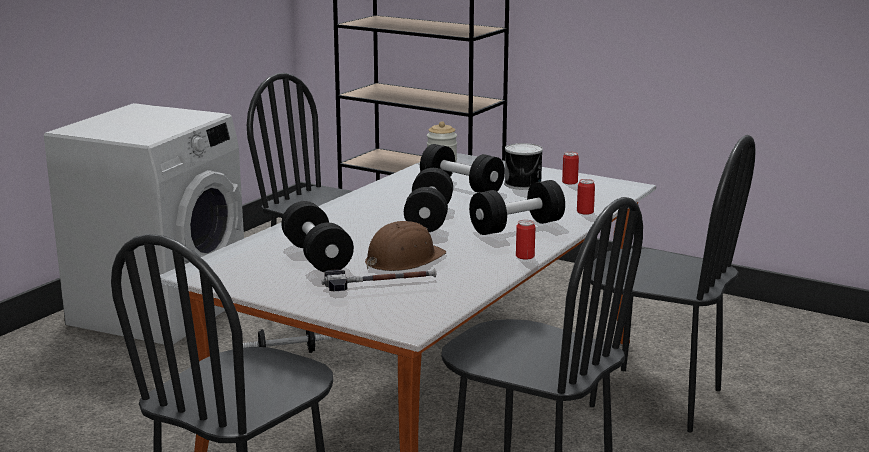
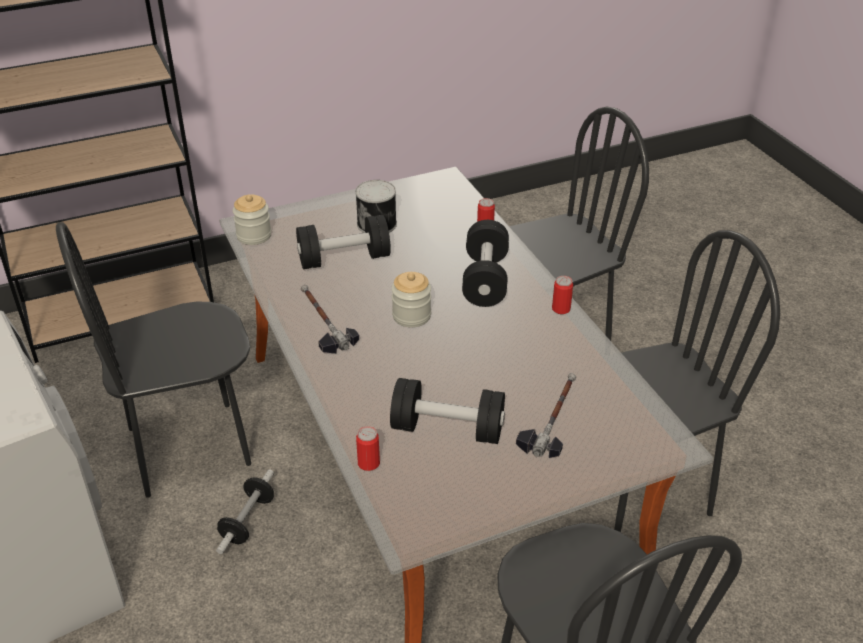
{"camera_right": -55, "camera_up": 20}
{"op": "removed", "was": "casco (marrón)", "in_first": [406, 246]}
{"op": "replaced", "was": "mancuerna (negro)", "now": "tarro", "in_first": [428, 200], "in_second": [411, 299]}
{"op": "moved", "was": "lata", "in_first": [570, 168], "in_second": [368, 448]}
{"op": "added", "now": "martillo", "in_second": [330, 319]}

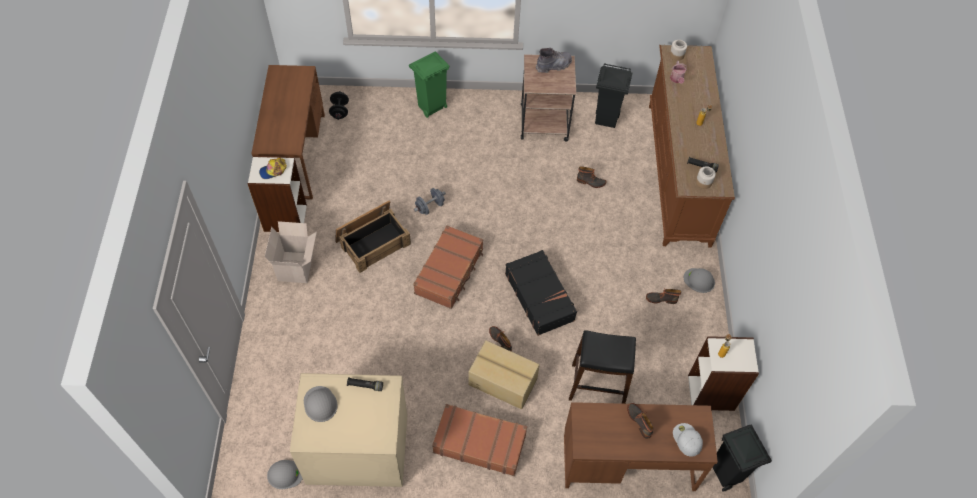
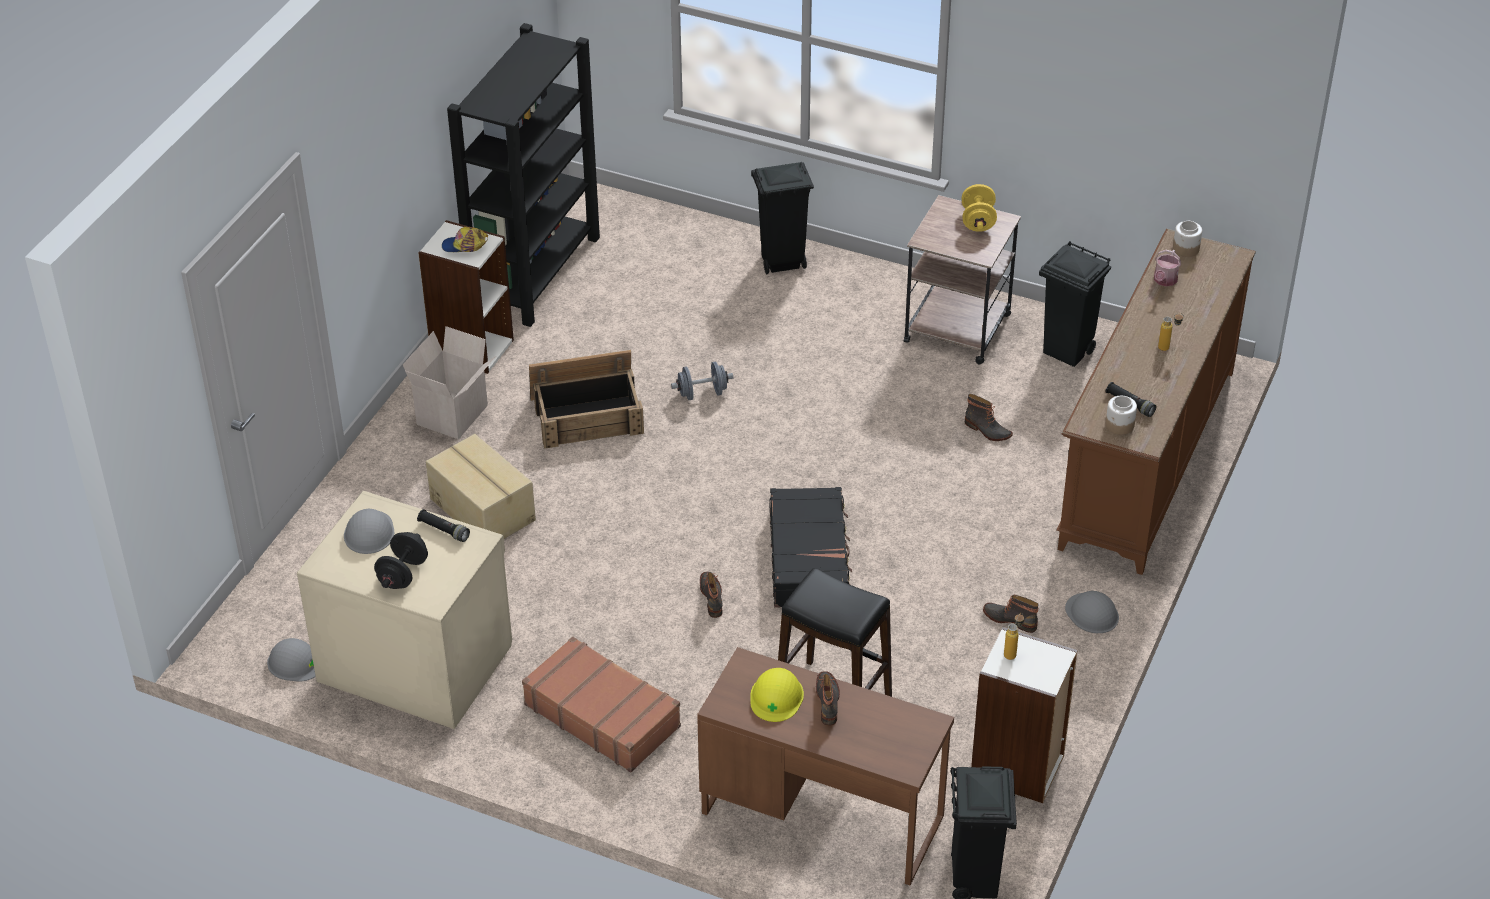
{"camera_right": 25, "camera_up": -15}
{"op": "replaced", "was": "escritorio (marrón)", "now": "estantería (negro)", "in_first": [288, 132], "in_second": [523, 175]}
{"op": "moved", "was": "mancuerna (negro)", "in_first": [339, 105], "in_second": [401, 560]}
{"op": "recoloured", "was": "papelera (verde)", "now": "papelera (negro)", "in_first": [429, 84], "in_second": [782, 218]}
{"op": "removed", "was": "maleta (marrón)", "in_first": [448, 267]}
{"op": "moved", "was": "caja de cartón", "in_first": [504, 374], "in_second": [481, 486]}
{"op": "replaced", "was": "bota (gris)", "now": "mancuerna (amarillo)", "in_first": [554, 60], "in_second": [979, 208]}
{"op": "removed", "was": "gorra (blanco)", "in_first": [688, 440]}
{"op": "added", "now": "casco (amarillo)", "in_second": [777, 695]}

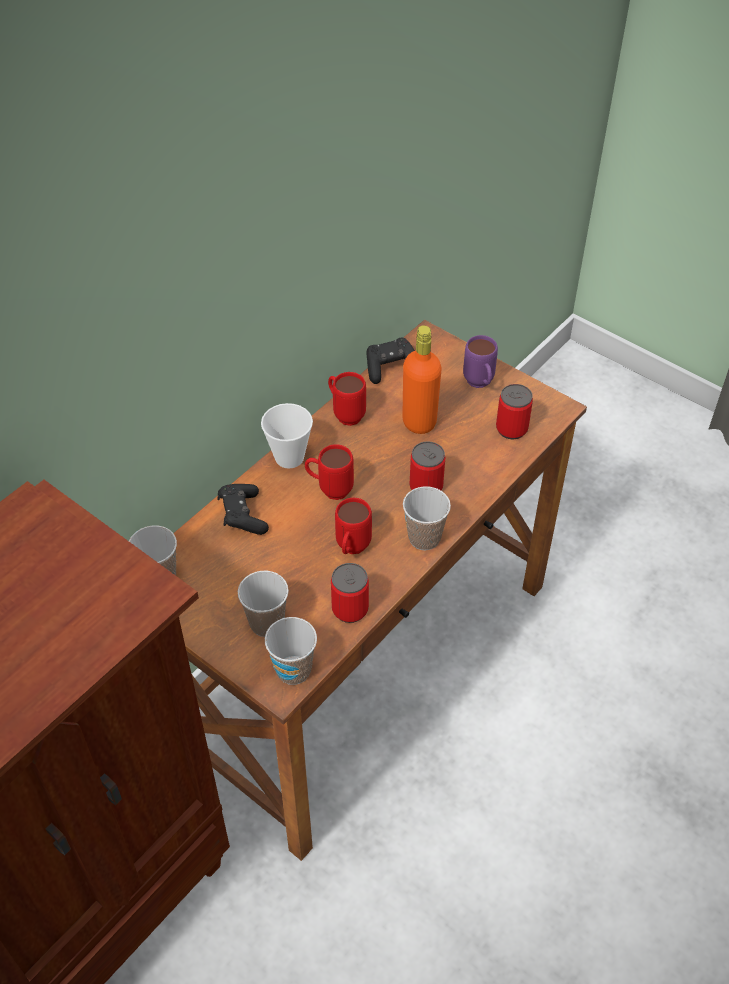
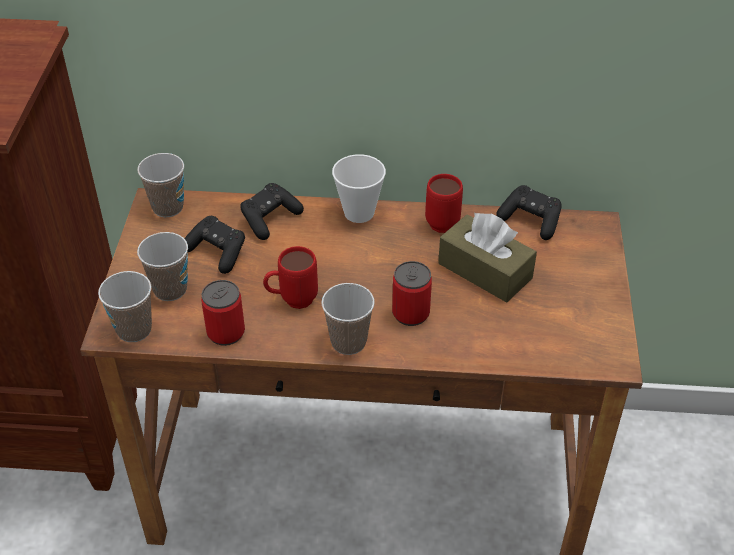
{"camera_right": 55, "camera_up": -5}
{"op": "removed", "was": "taza grande (rojo)", "in_first": [329, 472]}
{"op": "replaced", "was": "botella (naranja)", "now": "caja de pañuelos (marrón)", "in_first": [421, 379], "in_second": [487, 257]}
{"op": "removed", "was": "taza grande (morado)", "in_first": [480, 361]}
{"op": "removed", "was": "lata", "in_first": [514, 411]}
{"op": "added", "now": "mando de consola (negro)", "in_second": [214, 245]}

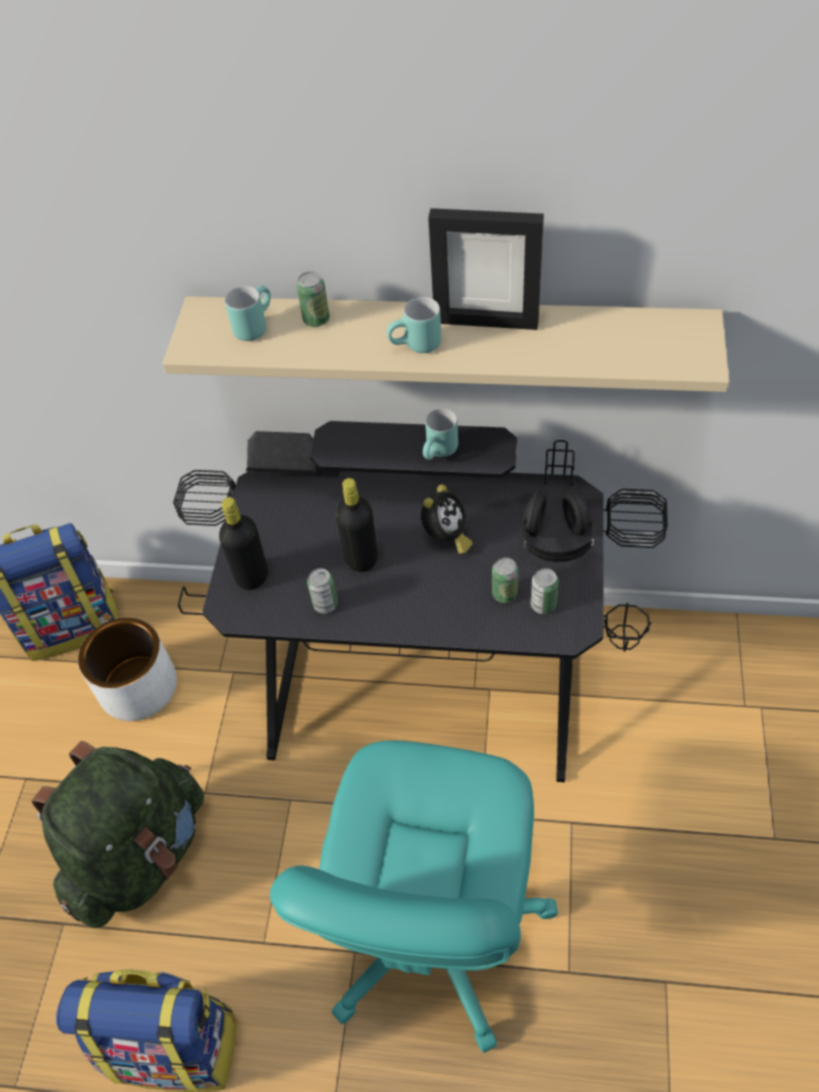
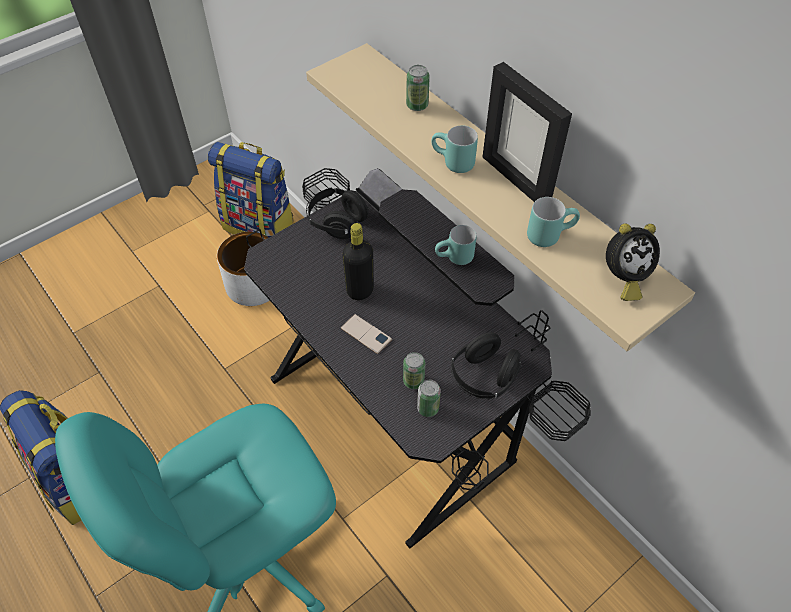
{"camera_right": 40, "camera_up": 0}
{"op": "removed", "was": "mochila (verde)", "in_first": [117, 834]}
{"op": "removed", "was": "botella (negro)", "in_first": [243, 543]}
{"op": "moved", "was": "taza grande (turquesa)", "in_first": [248, 313], "in_second": [553, 222]}
{"op": "removed", "was": "lata", "in_first": [322, 591]}
{"op": "moved", "was": "despertador", "in_first": [447, 519], "in_second": [633, 262]}
{"op": "added", "now": "auriculares (negro)", "in_second": [338, 213]}
{"op": "added", "now": "móvil", "in_second": [366, 334]}

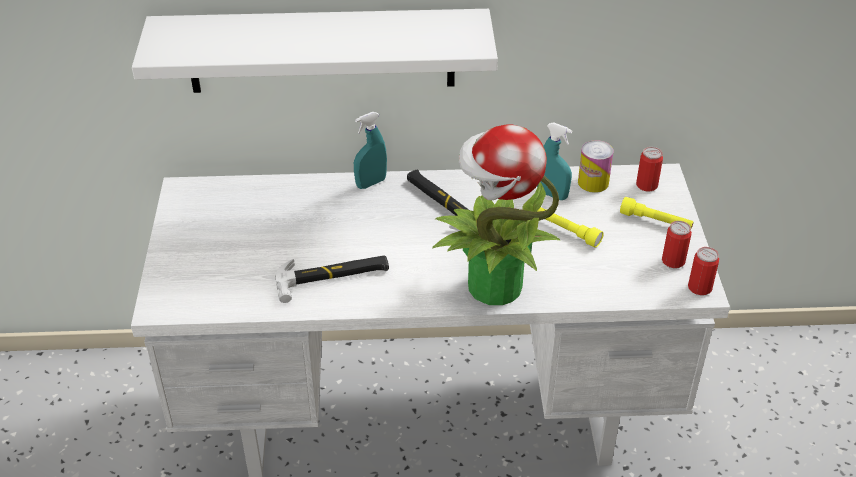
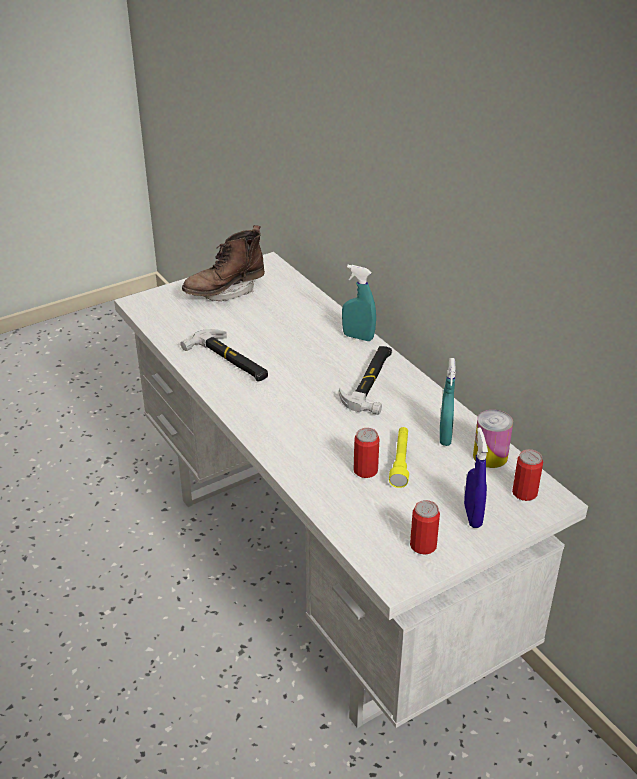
{"camera_right": 60, "camera_up": -5}
{"op": "removed", "was": "estante (blanco)", "in_first": [315, 51]}
{"op": "removed", "was": "planta en maceta", "in_first": [496, 214]}
{"op": "replaced", "was": "linterna (amarillo)", "now": "pulverizador (azul)", "in_first": [657, 213], "in_second": [476, 478]}
{"op": "moved", "was": "lata", "in_first": [703, 271], "in_second": [366, 453]}
{"op": "added", "now": "bota (marrón)", "in_second": [223, 263]}

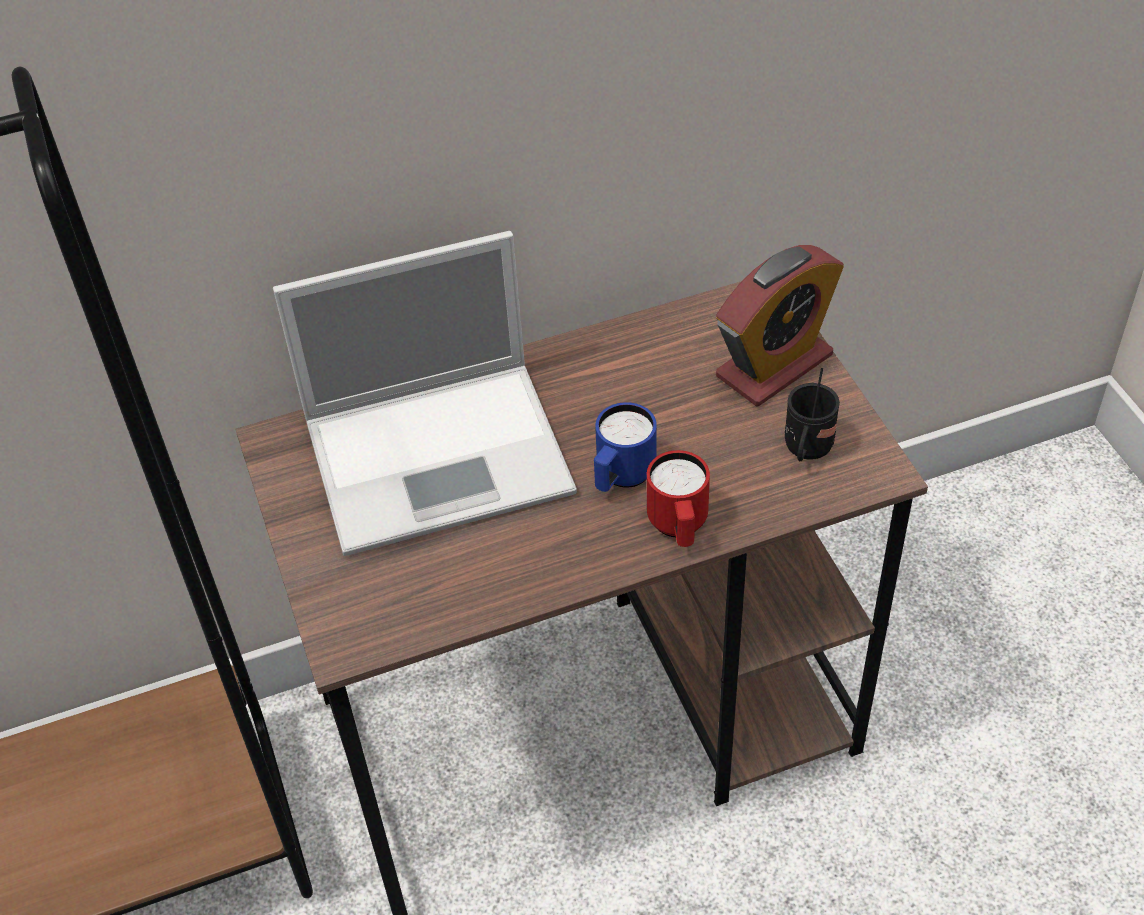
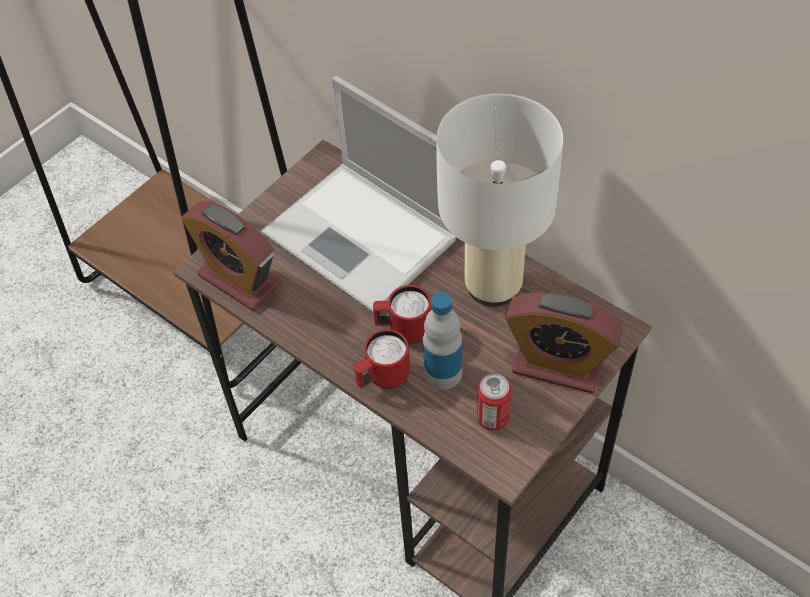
{"camera_right": 60, "camera_up": 5}
{"op": "recoloured", "was": "taza grande (azul)", "now": "taza grande (rojo)", "in_first": [625, 447], "in_second": [402, 314]}
{"op": "replaced", "was": "taza grande (negro)", "now": "lata", "in_first": [812, 414], "in_second": [494, 402]}
{"op": "added", "now": "despertador", "in_second": [231, 256]}
{"op": "added", "now": "botella", "in_second": [442, 341]}
{"op": "added", "now": "lámpara de mesa (blanco)", "in_second": [499, 200]}

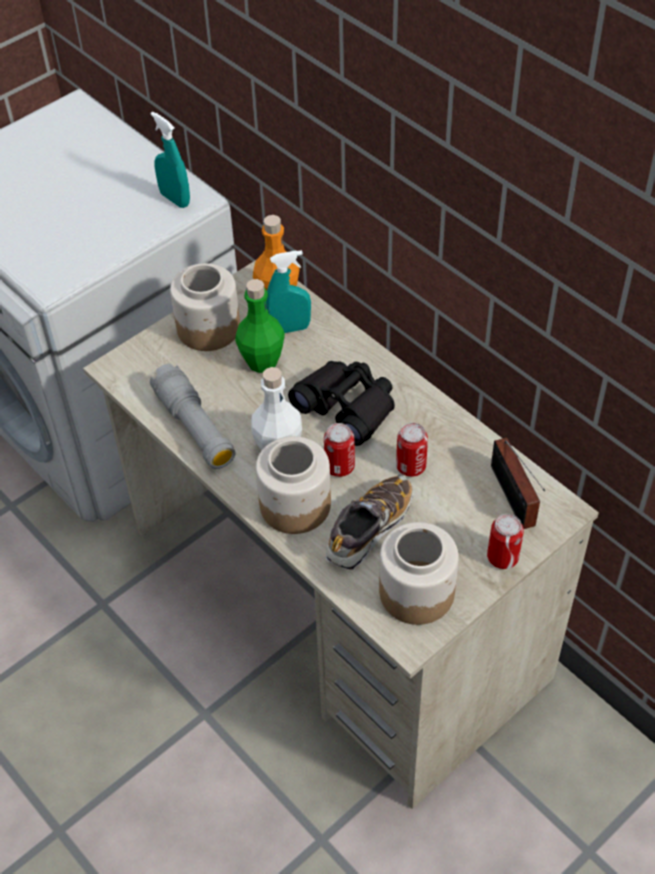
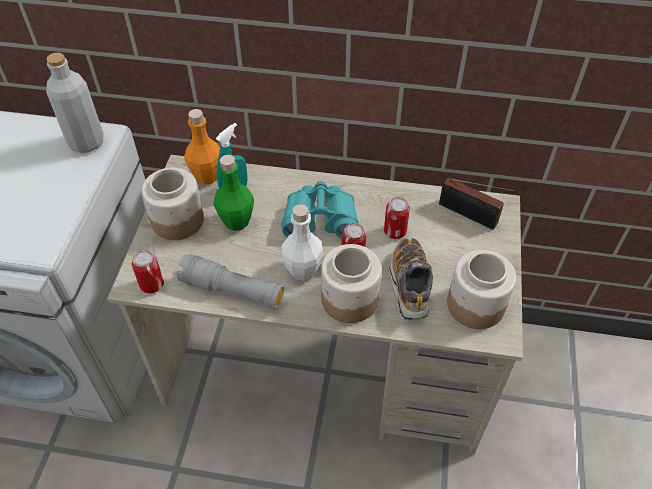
{"camera_right": -40, "camera_up": 0}
{"op": "replaced", "was": "pulverizador (turquesa)", "now": "botella (gris)", "in_first": [170, 159], "in_second": [75, 103]}
{"op": "recoloured", "was": "prismáticos (negro)", "now": "prismáticos (turquesa)", "in_first": [341, 403], "in_second": [320, 210]}
{"op": "moved", "was": "lata", "in_first": [505, 541], "in_second": [148, 271]}

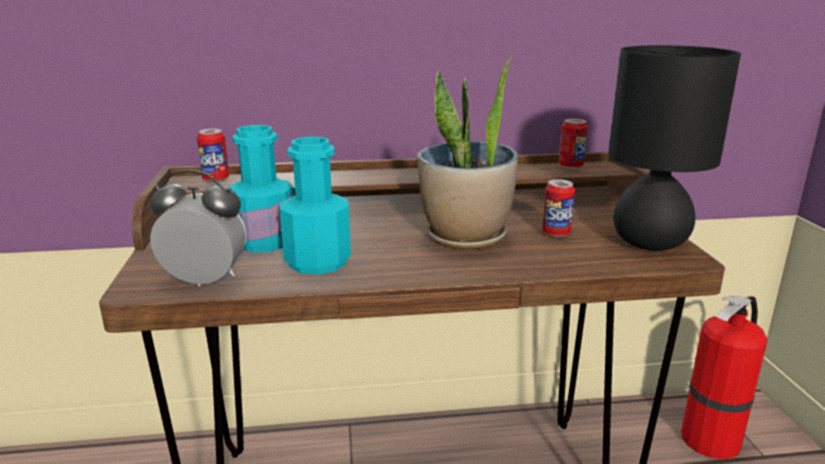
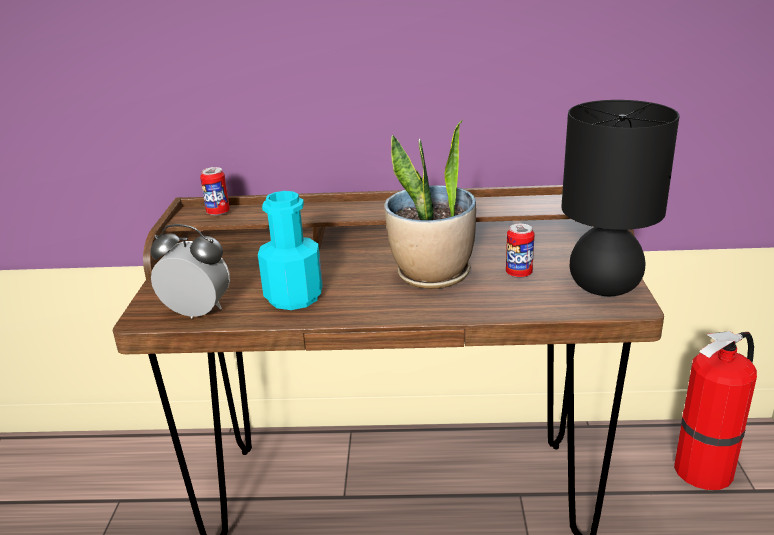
{"camera_right": 10, "camera_up": 5}
{"op": "removed", "was": "botella (turquesa)", "in_first": [261, 188]}
{"op": "removed", "was": "lata", "in_first": [573, 144]}

